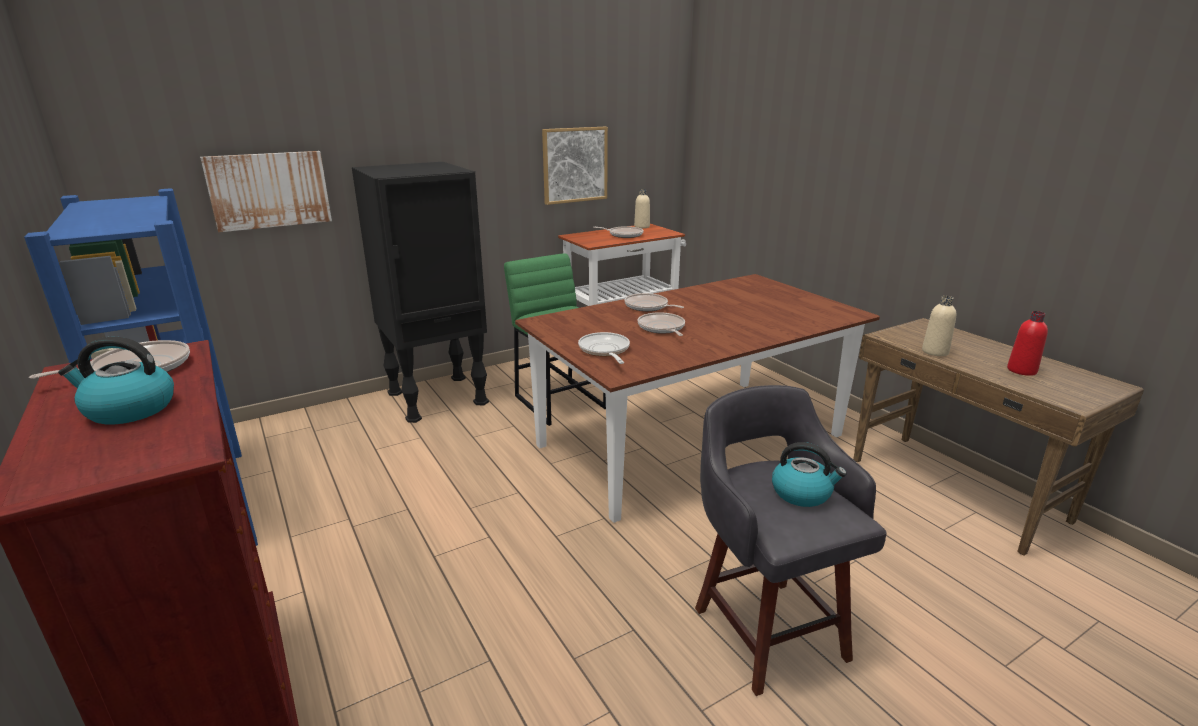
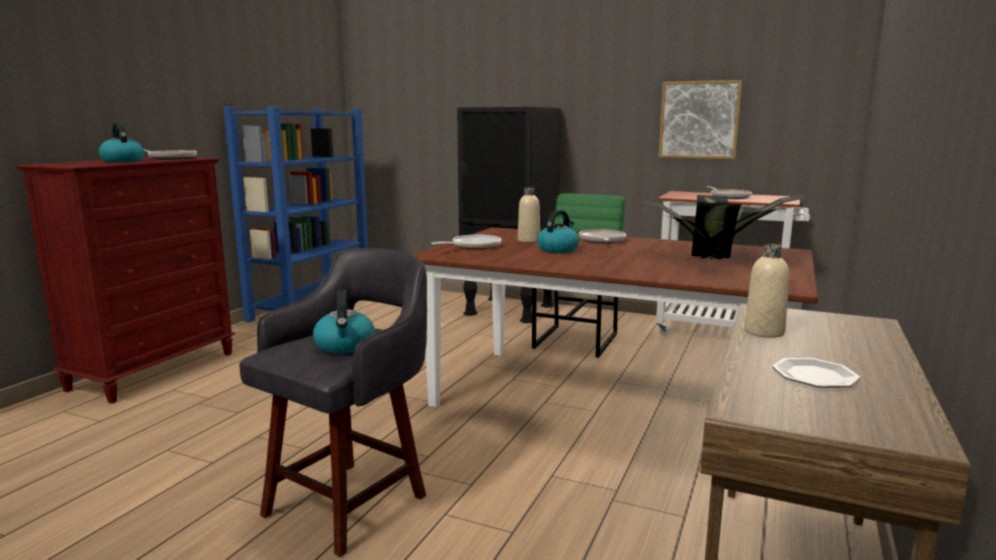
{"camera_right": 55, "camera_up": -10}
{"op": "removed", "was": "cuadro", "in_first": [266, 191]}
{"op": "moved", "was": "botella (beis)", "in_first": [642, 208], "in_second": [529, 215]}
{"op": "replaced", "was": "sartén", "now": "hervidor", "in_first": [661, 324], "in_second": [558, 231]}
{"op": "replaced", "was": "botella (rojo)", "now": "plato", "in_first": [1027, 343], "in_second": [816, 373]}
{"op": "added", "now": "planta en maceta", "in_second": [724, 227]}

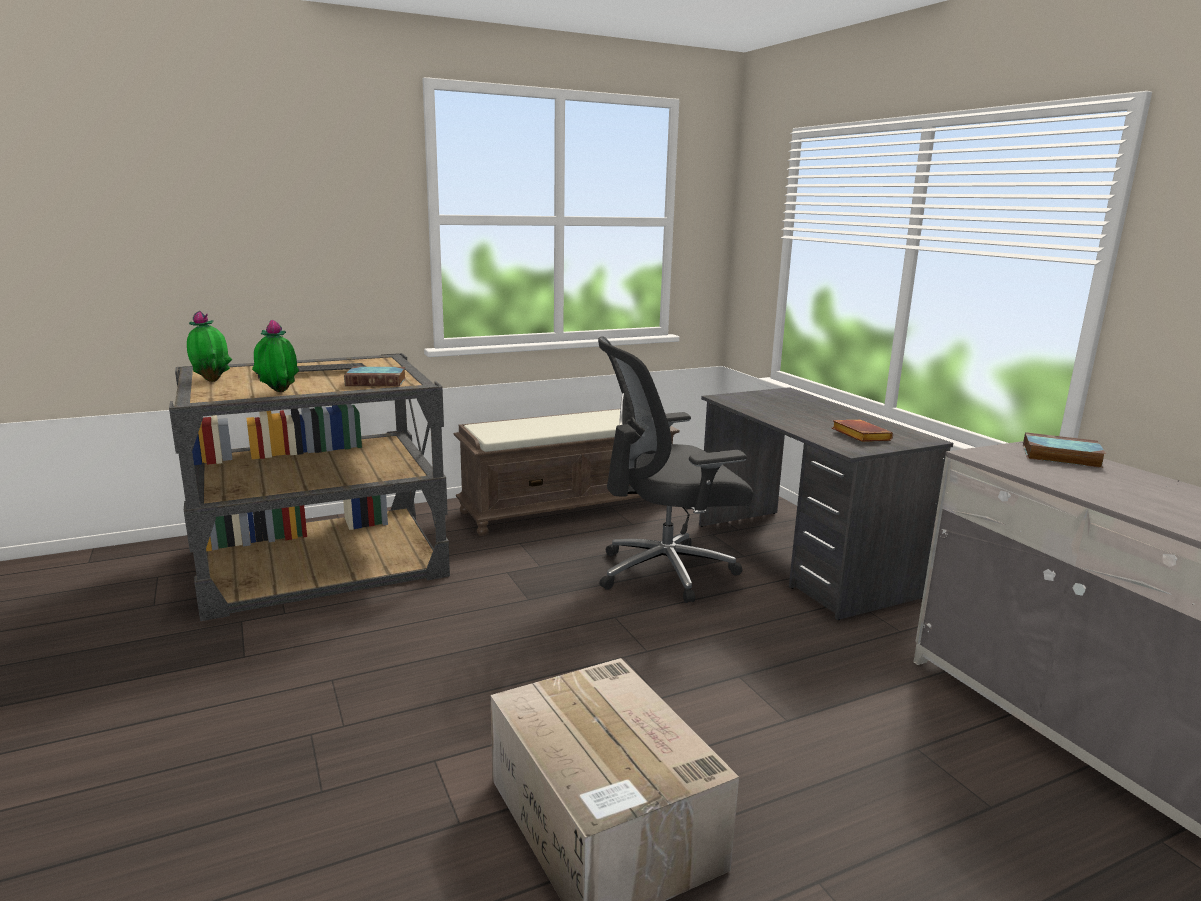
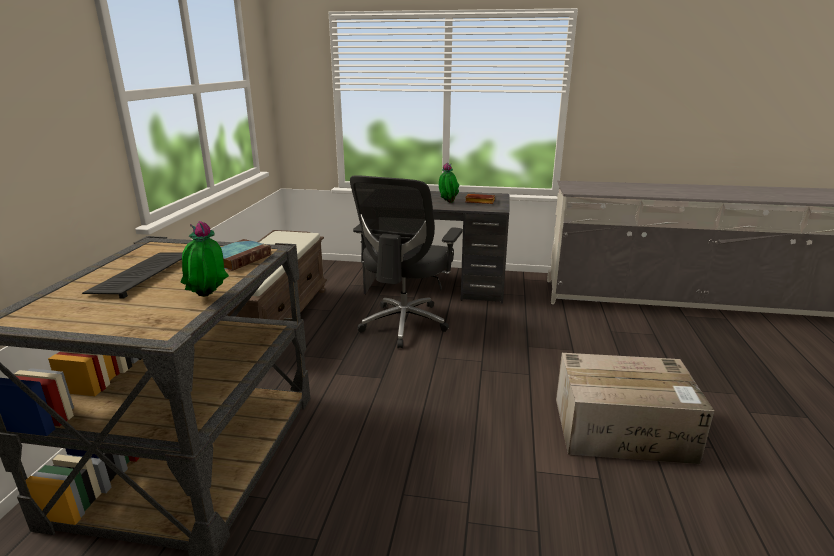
{"camera_right": -55, "camera_up": 5}
{"op": "moved", "was": "planta en maceta", "in_first": [209, 346], "in_second": [449, 183]}
{"op": "removed", "was": "libro", "in_first": [1064, 450]}

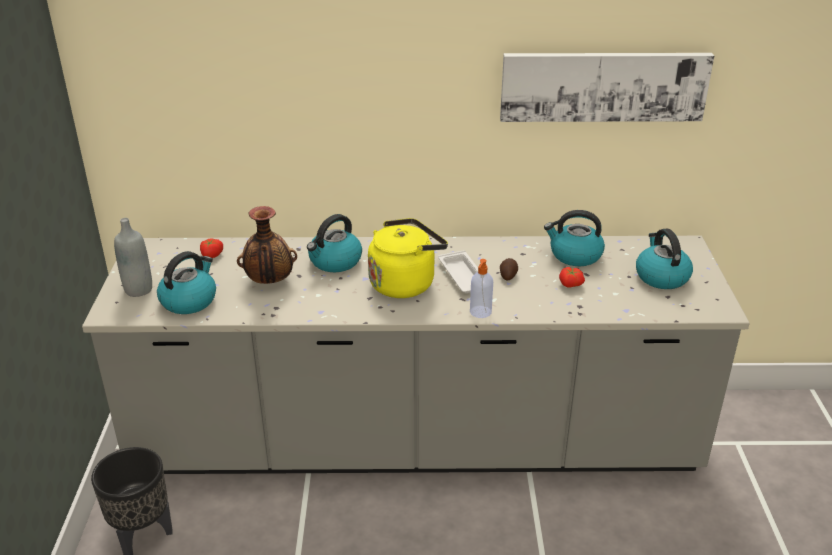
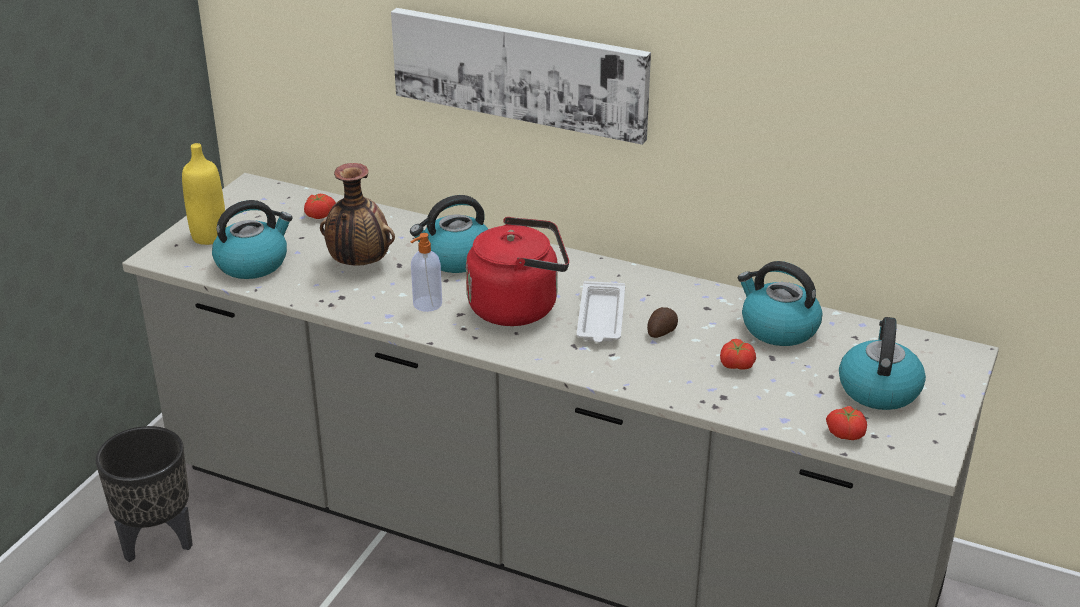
{"camera_right": 25, "camera_up": 0}
{"op": "recoloured", "was": "botella (gris)", "now": "botella (amarillo)", "in_first": [133, 257], "in_second": [204, 194]}
{"op": "recoloured", "was": "hervidor (amarillo)", "now": "hervidor (rojo)", "in_first": [408, 258], "in_second": [517, 271]}
{"op": "moved", "was": "dispensador de jabón", "in_first": [481, 288], "in_second": [426, 272]}
{"op": "moved", "was": "cuadro", "in_first": [607, 87], "in_second": [521, 76]}
{"op": "added", "now": "tomate", "in_second": [846, 423]}

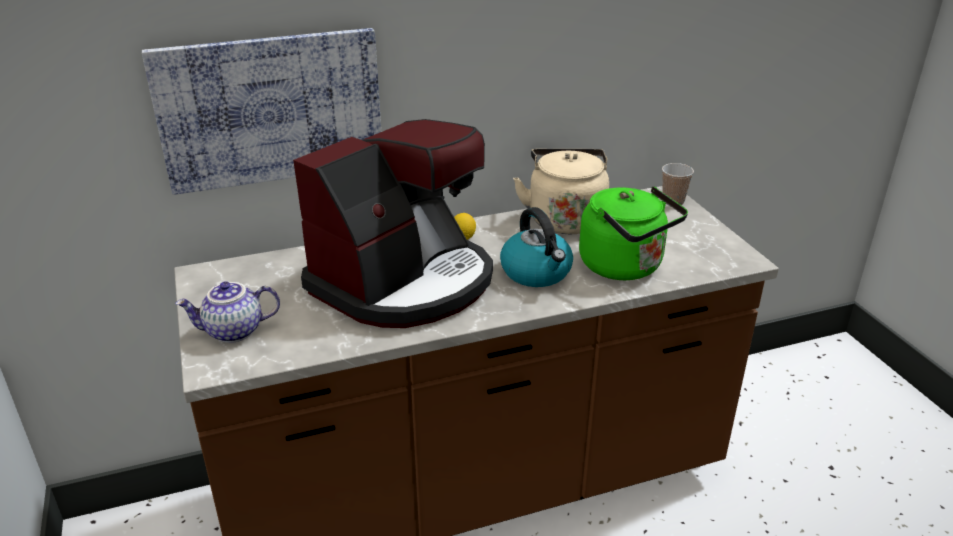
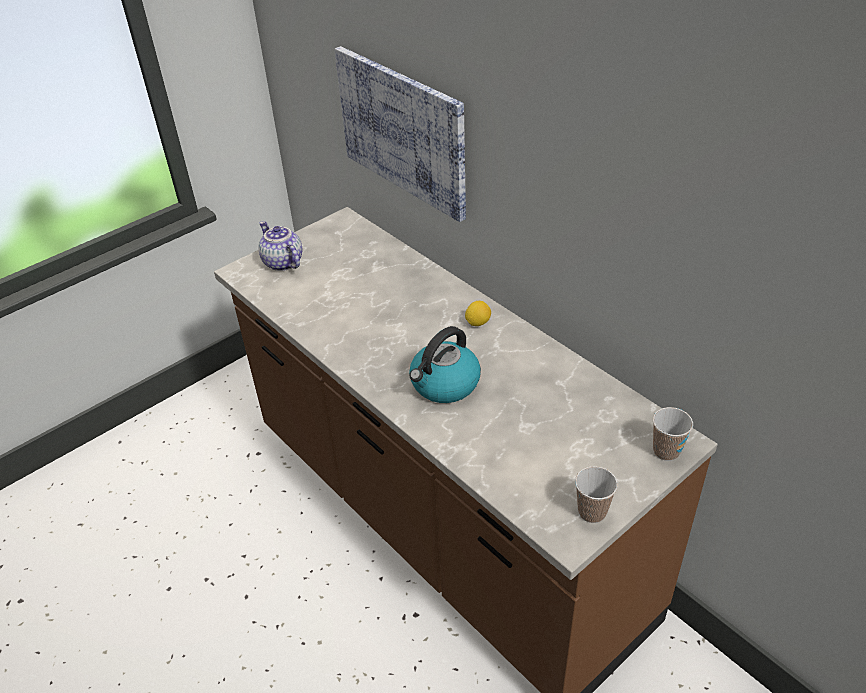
{"camera_right": 70, "camera_up": 10}
{"op": "removed", "was": "cafetera", "in_first": [393, 223]}
{"op": "removed", "was": "hervidor (beis)", "in_first": [561, 191]}
{"op": "removed", "was": "hervidor (verde)", "in_first": [633, 233]}
{"op": "added", "now": "taza", "in_second": [596, 494]}

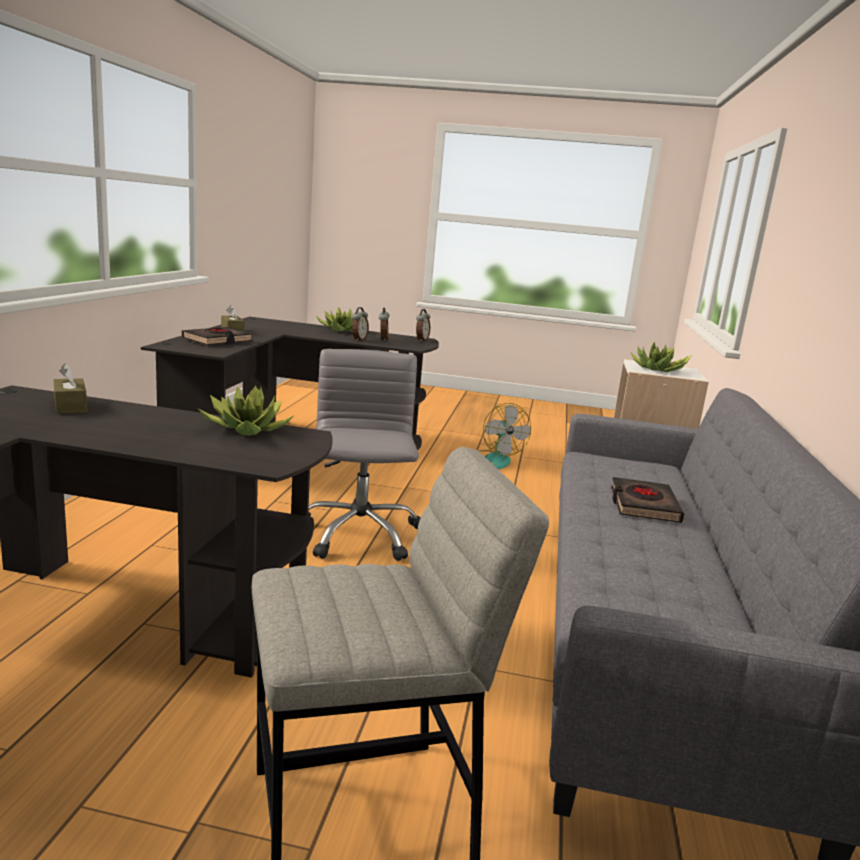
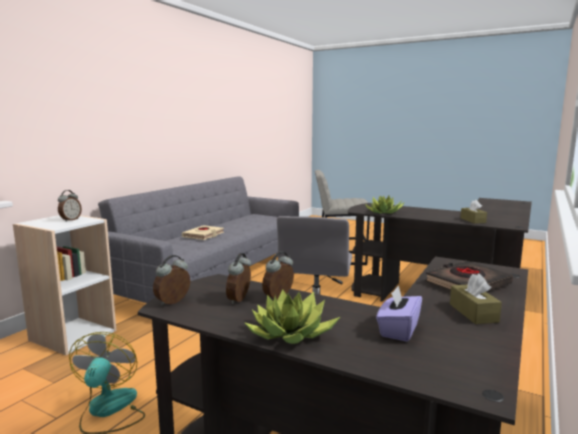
{"camera_right": -160, "camera_up": -5}
{"op": "recoloured", "was": "libro (negro)", "now": "libro (beis)", "in_first": [648, 500], "in_second": [203, 232]}
{"op": "replaced", "was": "planta en maceta", "now": "despertador", "in_first": [661, 357], "in_second": [70, 206]}
{"op": "added", "now": "caja de pañuelos (morado)", "in_second": [399, 313]}

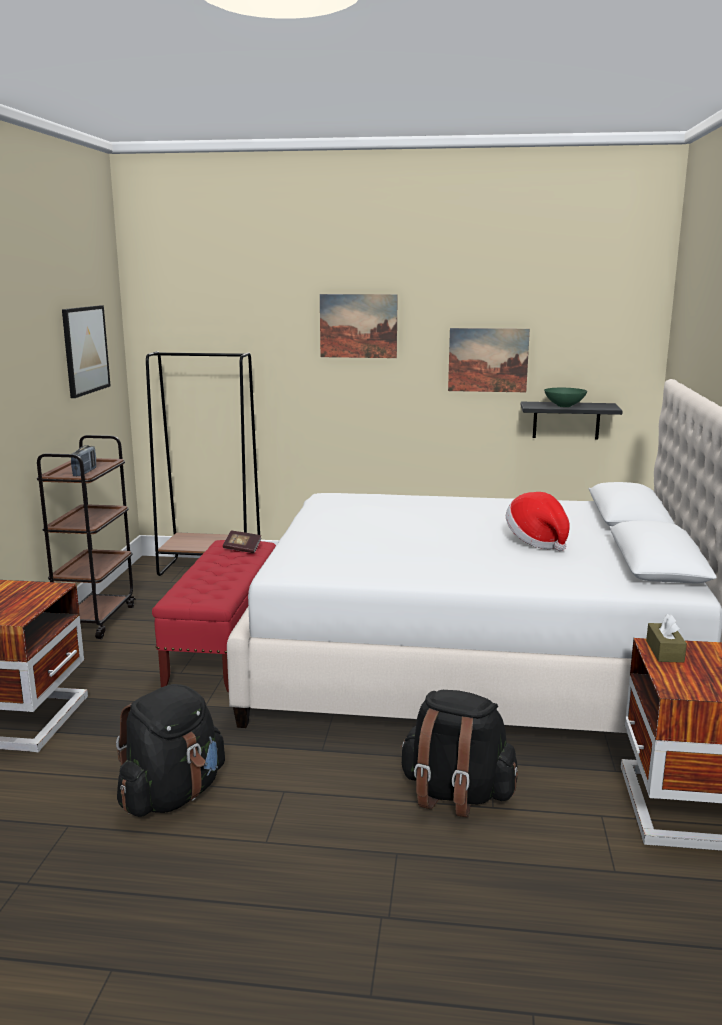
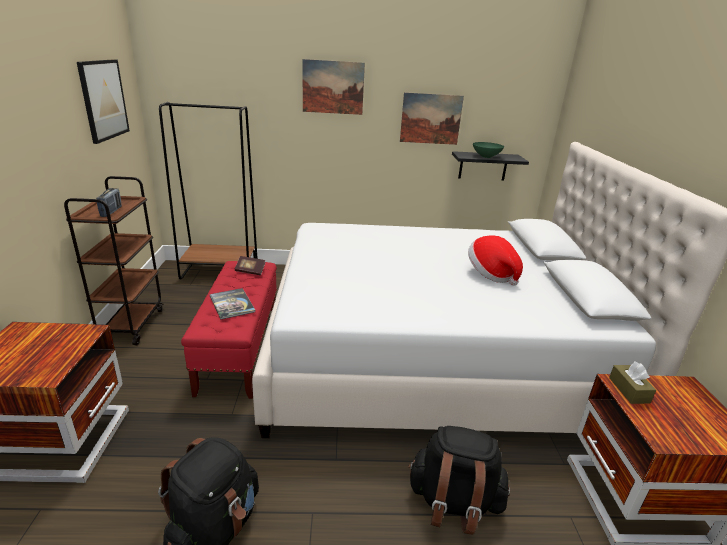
{"camera_right": -10, "camera_up": 10}
{"op": "added", "now": "libro", "in_second": [232, 304]}

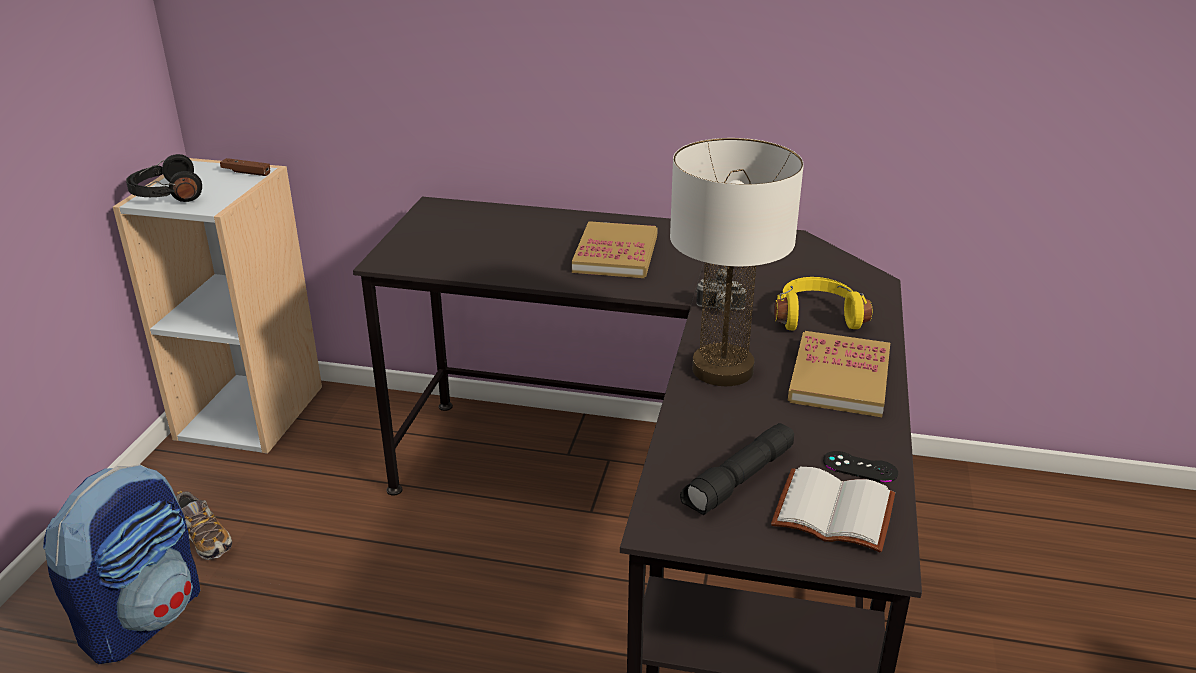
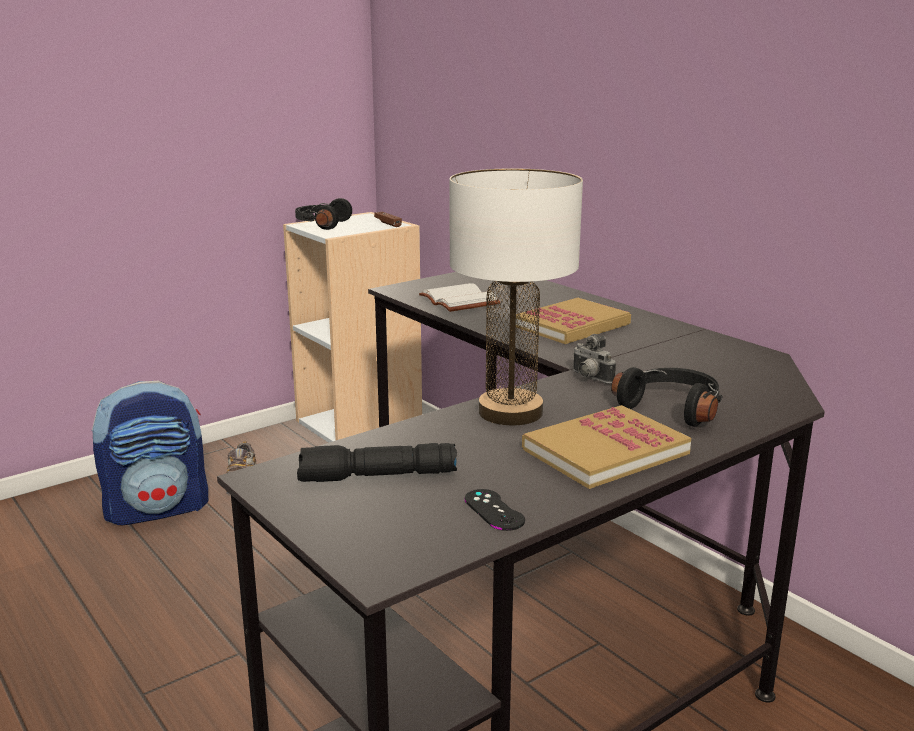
{"camera_right": 40, "camera_up": -10}
{"op": "moved", "was": "libro (blanco)", "in_first": [833, 510], "in_second": [460, 297]}
{"op": "recoloured", "was": "auriculares (amarillo)", "now": "auriculares (negro)", "in_first": [823, 304], "in_second": [667, 397]}

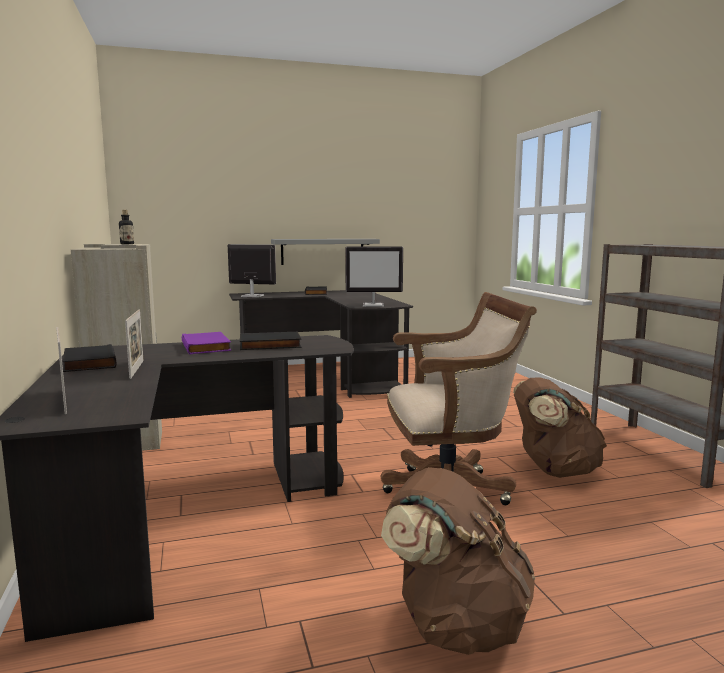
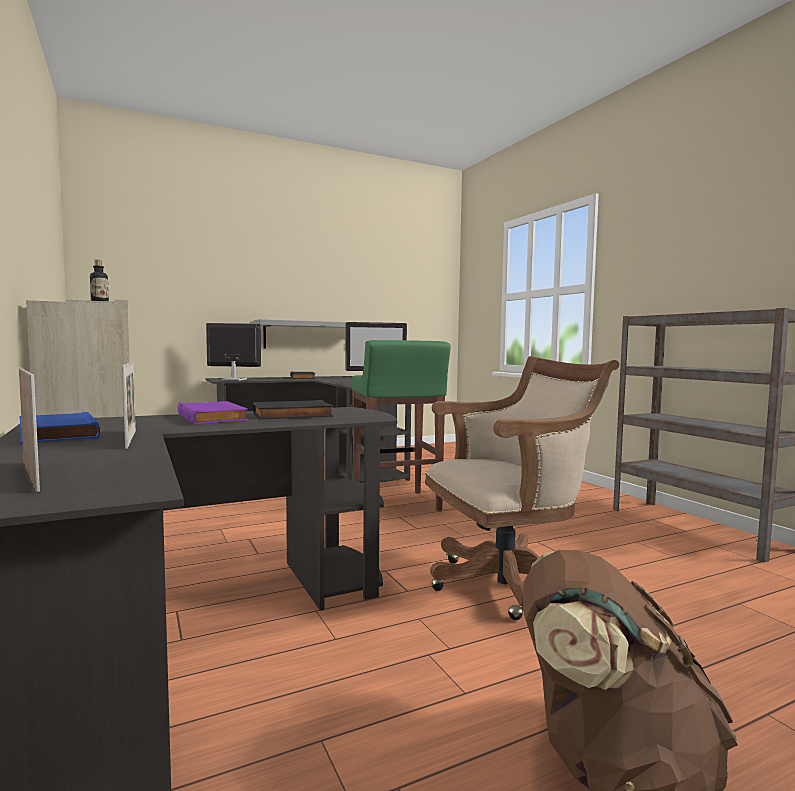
{"camera_right": -10, "camera_up": -5}
{"op": "recoloured", "was": "libro (negro)", "now": "libro (azul)", "in_first": [90, 358], "in_second": [59, 427]}
{"op": "removed", "was": "mochila (marrón)", "in_first": [560, 427]}
{"op": "added", "now": "taburete (verde)", "in_second": [401, 425]}

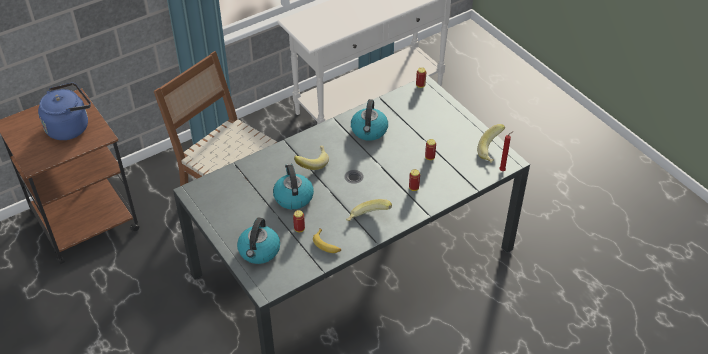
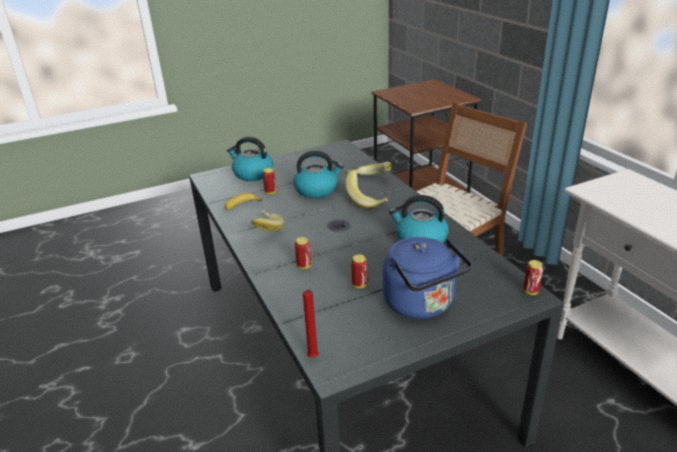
{"camera_right": 100, "camera_up": -15}
{"op": "moved", "was": "hervidor (azul)", "in_first": [64, 111], "in_second": [427, 278]}
{"op": "moved", "was": "plátano", "in_first": [491, 143], "in_second": [369, 168]}

